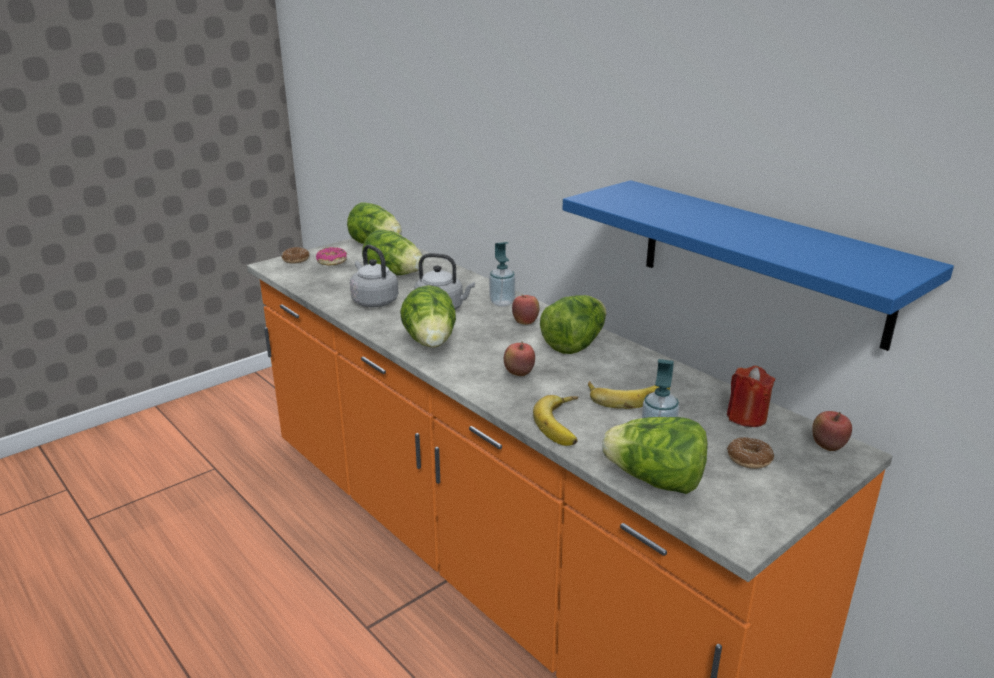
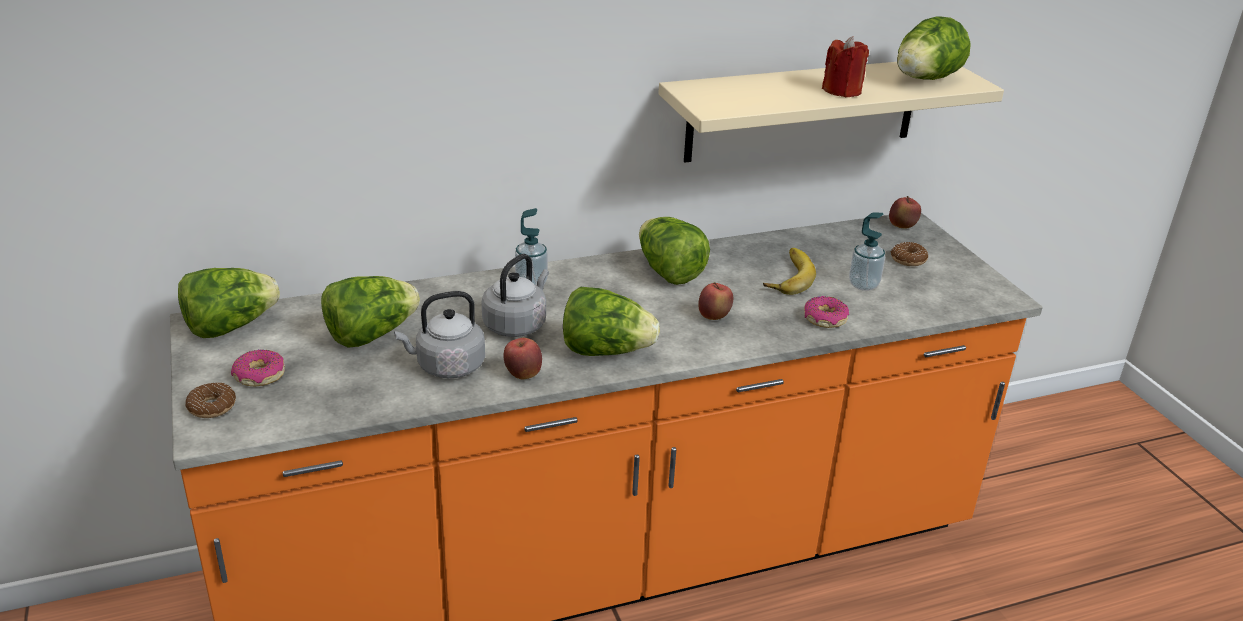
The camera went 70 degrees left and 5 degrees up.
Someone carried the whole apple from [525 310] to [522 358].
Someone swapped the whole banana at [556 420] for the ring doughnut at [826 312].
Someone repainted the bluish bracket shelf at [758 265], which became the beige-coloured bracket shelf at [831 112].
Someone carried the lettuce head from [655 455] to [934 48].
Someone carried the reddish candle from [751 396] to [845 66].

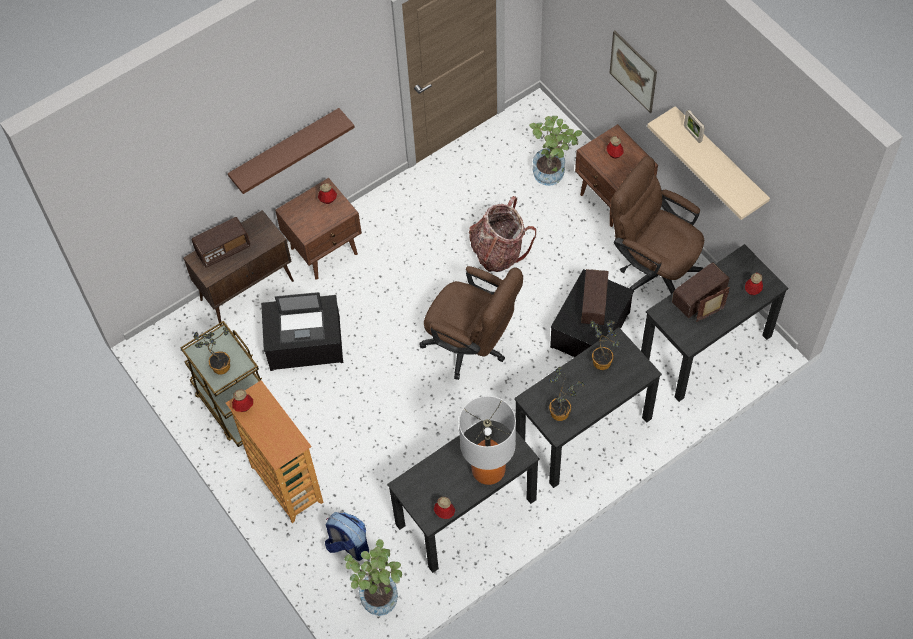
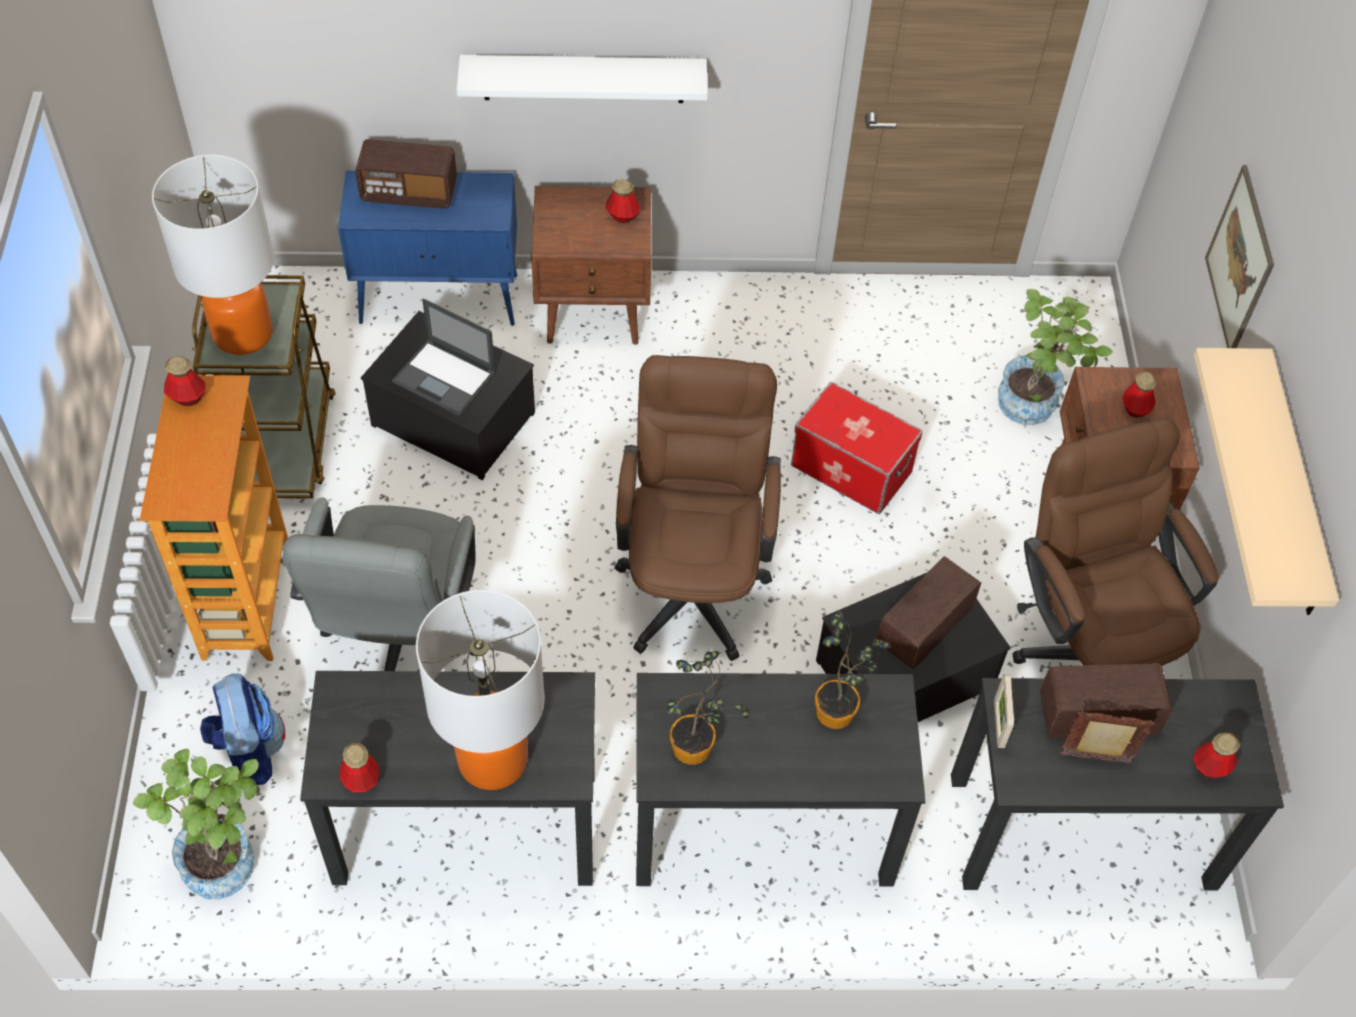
The camera went 30 degrees right and 5 degrees down.
Someone repainted the brown cabinet at [238 268], which became the bluish cabinet at [427 248].
Someone swapped the plant in a pot at [211 351] for the lamp for a table at [213 255].
Someone repainted the brown bracket shelf at [291 151], which became the whitish bracket shelf at [582 79].
Someone rotated the brown computer chair at [471 323] by 150 degrees counterclockwise.
Someone swapped the knapsack at [502 234] for the storage container at [857 448].
Someone carried the photo frame from [694 126] to [1004 711].
Someone put down the gray computer chair at [379 584].

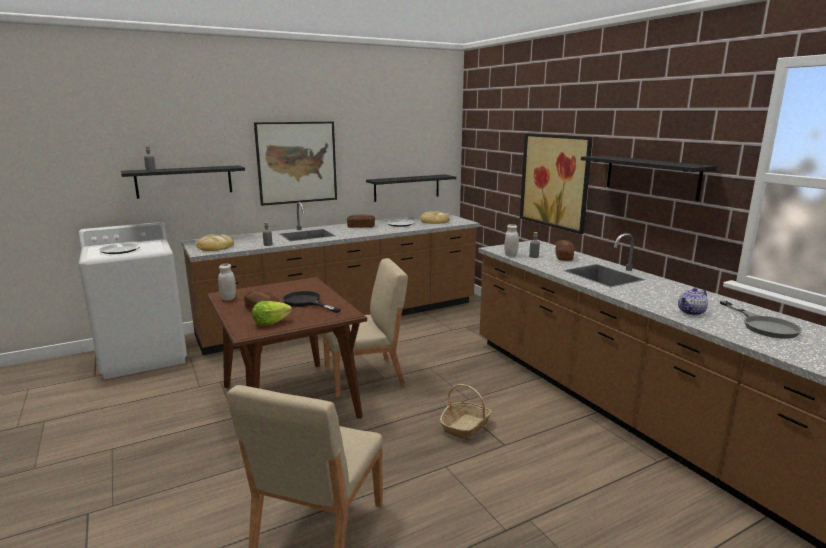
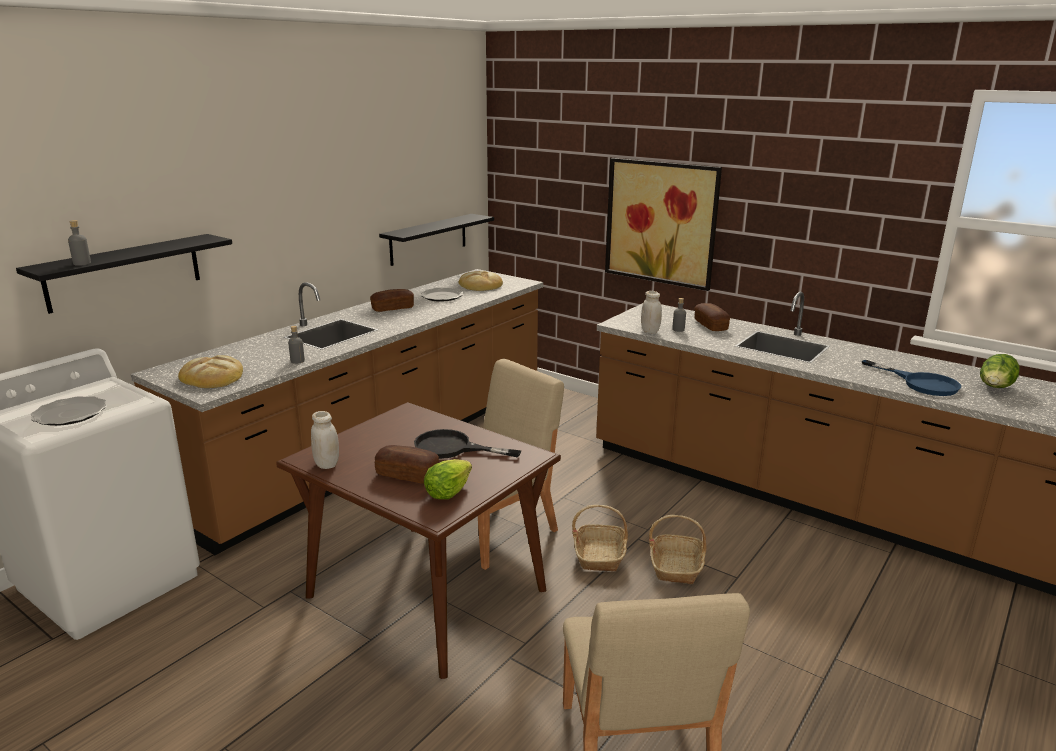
The camera went 25 degrees left and 5 degrees up.
Someone took away the wall art at [295 164].
Someone took away the black bracket shelf at [649 178].
Someone swapped the pot for tea at [693 302] for the bluish pan at [911 378].
Someone swapped the gray pan at [761 320] for the lettuce head at [999 371].
Someone put down the storage basket at [600 538].

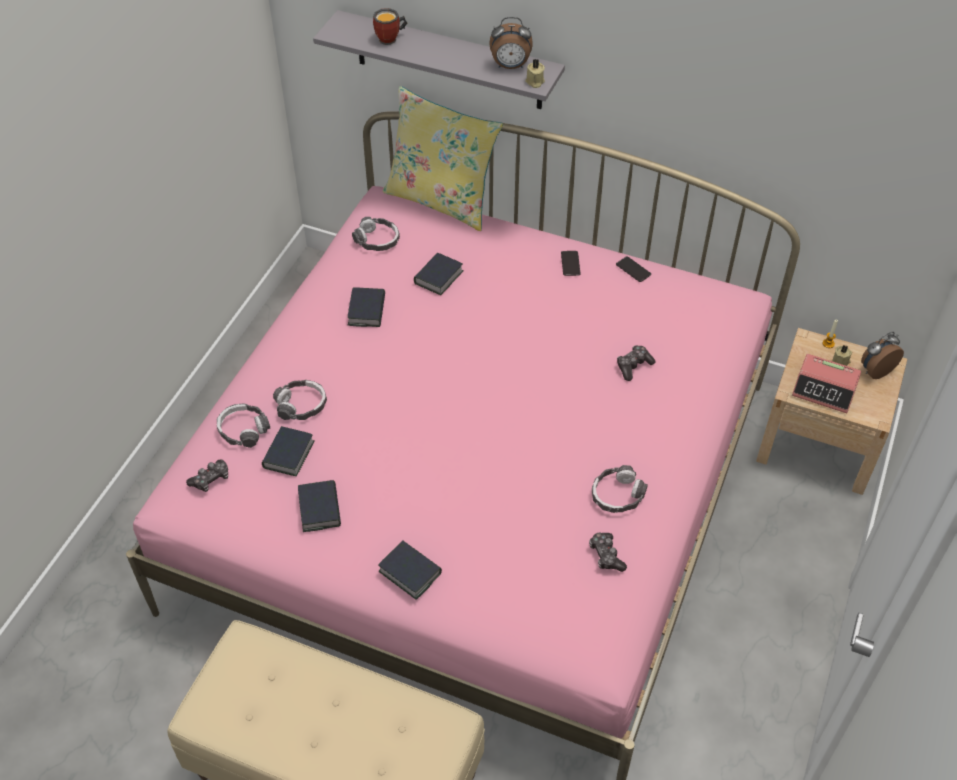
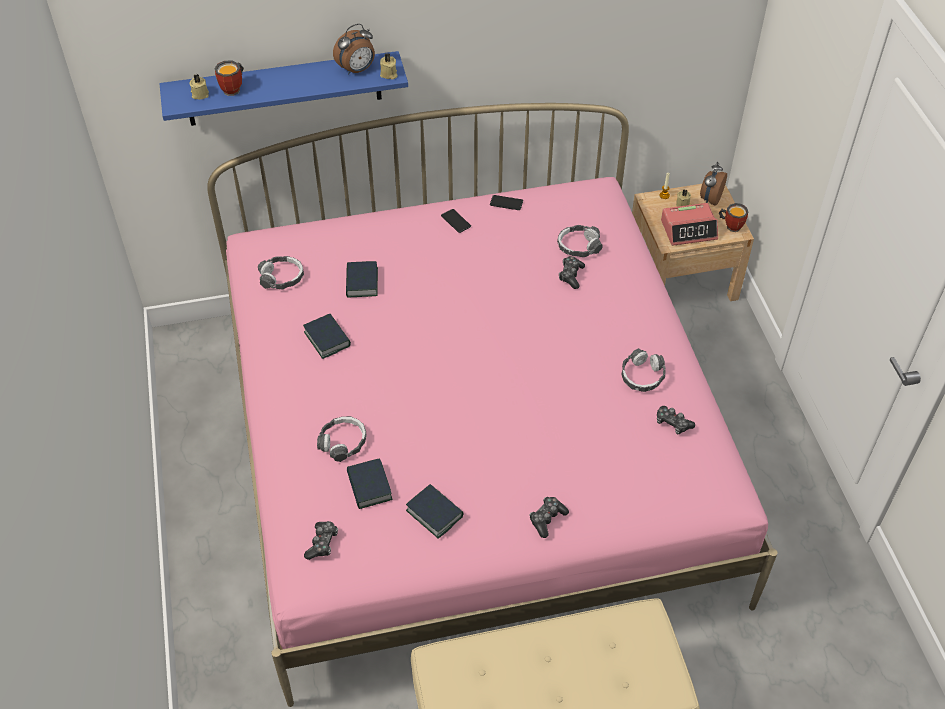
The camera went 35 degrees left and 0 degrees up.
Someone carried the headphones from [244 425] to [579 241].
Someone repainted the gray bracket shelf at [439 59], which became the bluish bracket shelf at [284 88].
Someone swapped the book at [410 570] for the joypad at [549 517].
Someone took away the yellow-coloured pillow at [443 158].
Someone put down the beige-coloured candle at [199 87].
Someone put down the coffee mug at [733 217].

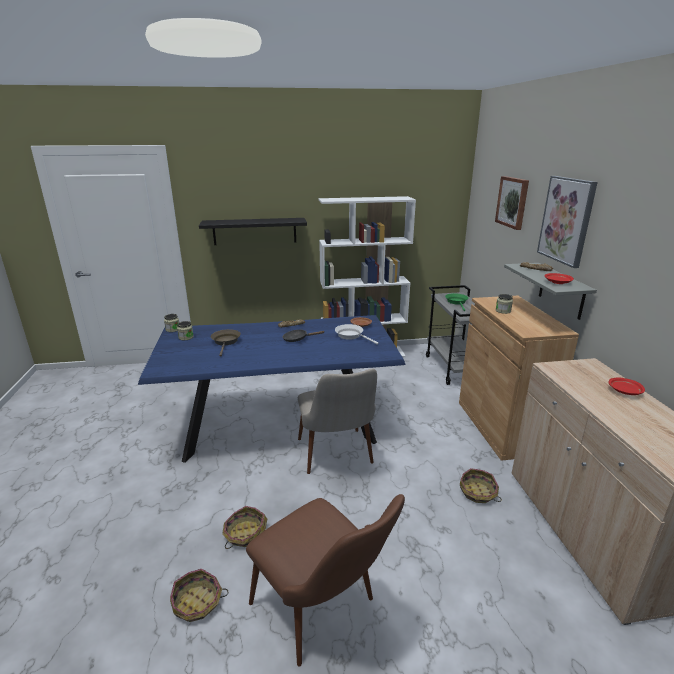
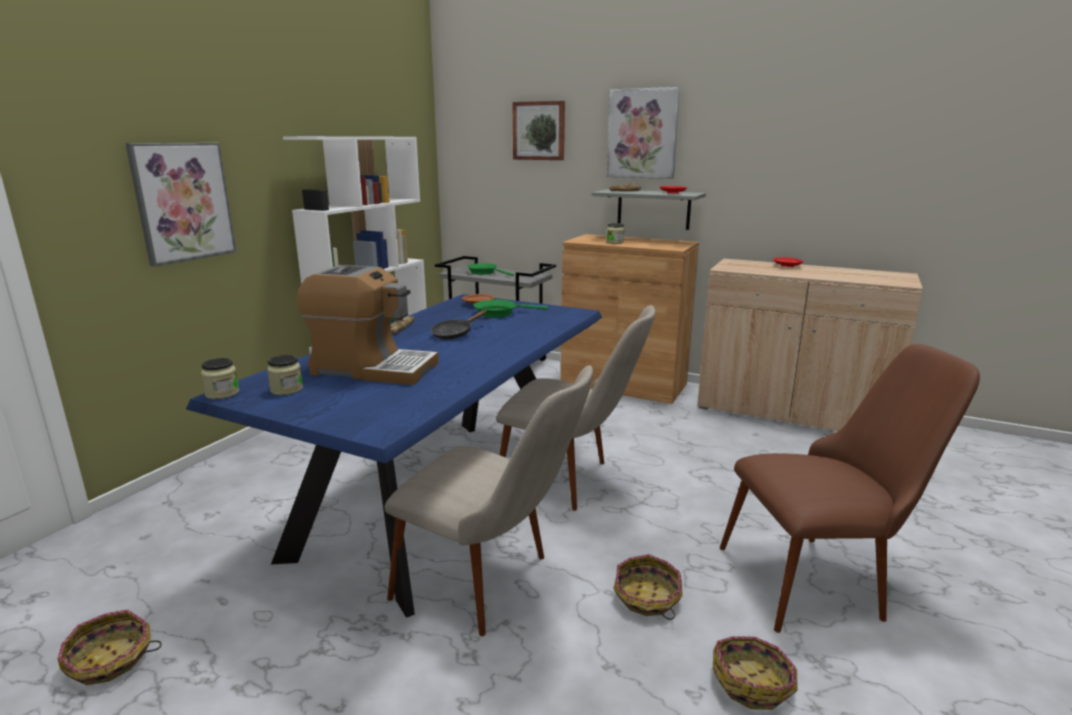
The camera went 55 degrees left and 5 degrees down.
Someone swapped the black bracket shelf at [253 231] for the wall art at [180 205].
Someone swapped the brown pan at [226 343] for the coffee maker at [368 325].
Someone repainted the whitish pan at [357 334], which became the green-coloured pan at [511 309].
Someone carried the storage basket from [481 485] to [110 647].
Someone put down the beige-coloured chair at [489 500].

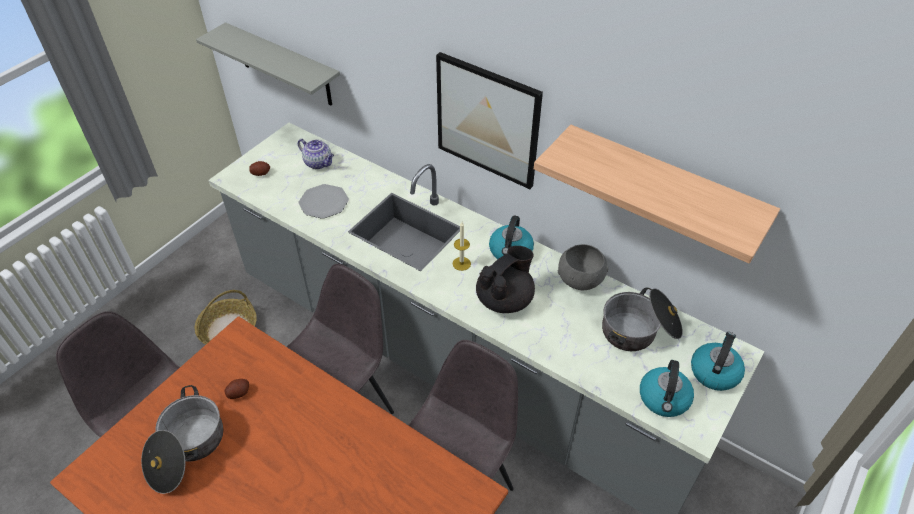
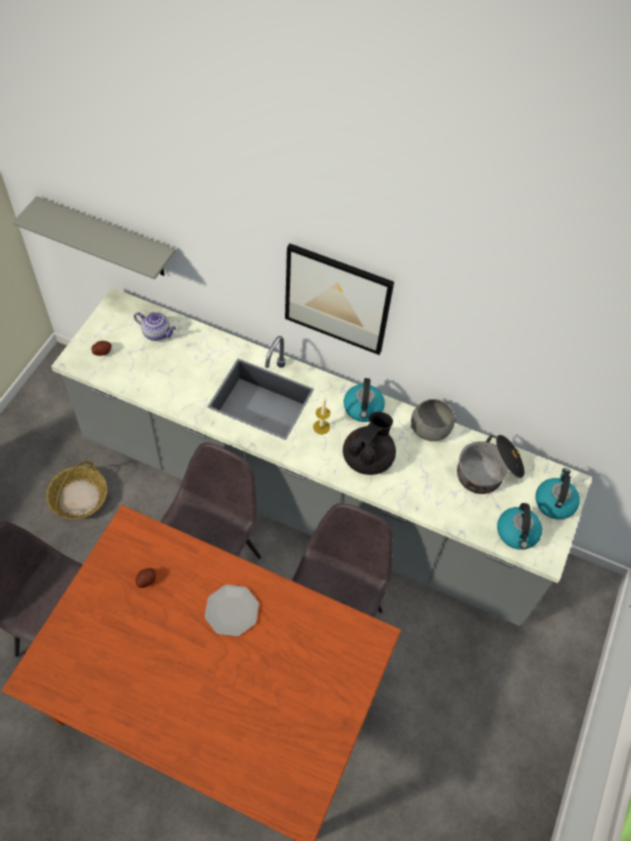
The camera went 15 degrees left and 10 degrees up.
Someone took away the stockpot at [182 439].
Someone carried the flat dish from [323 201] to [232 610].
Someone took away the bracket shelf at [657 194].

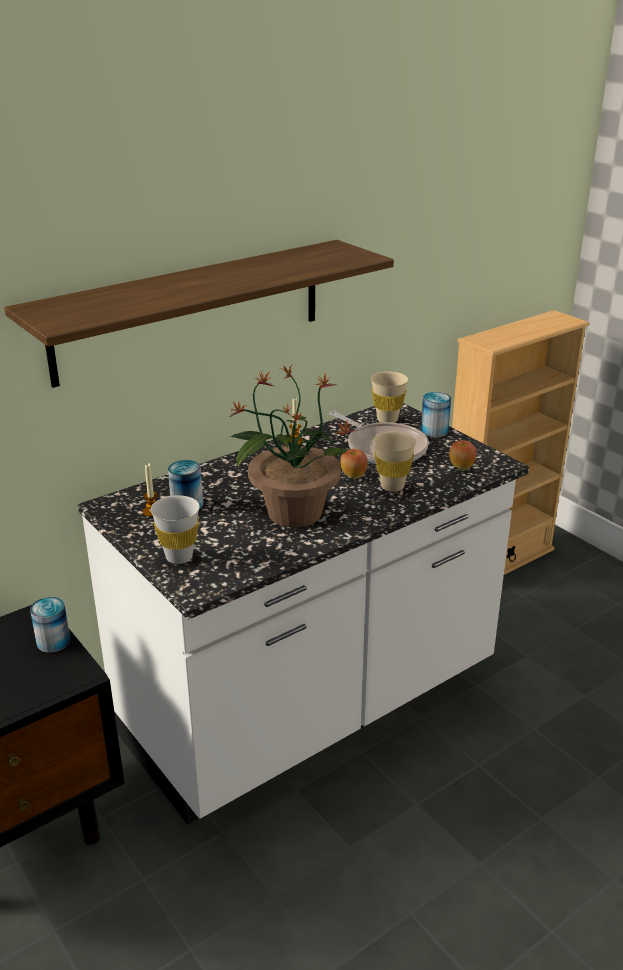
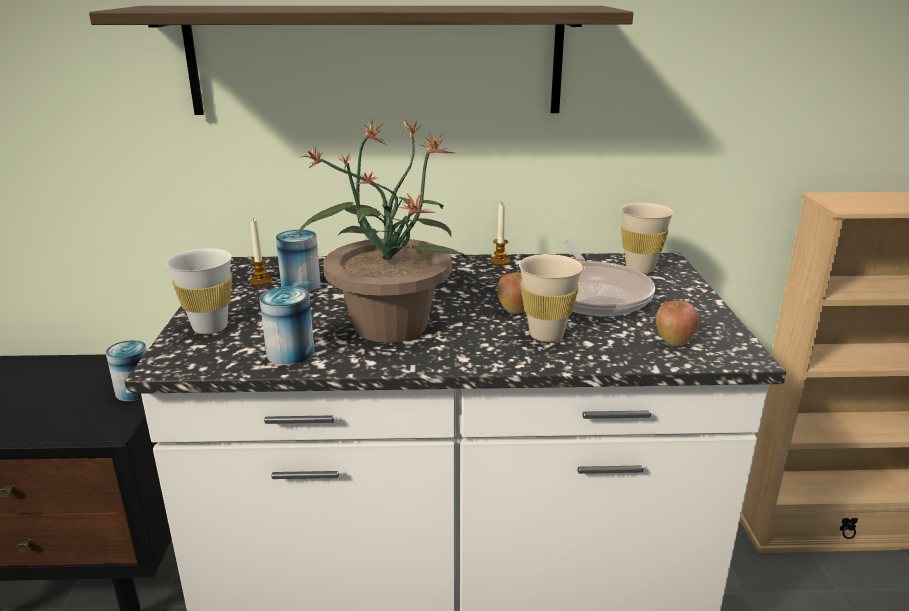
The camera went 35 degrees right and 5 degrees down.
Someone carried the can from [436 414] to [287 325].

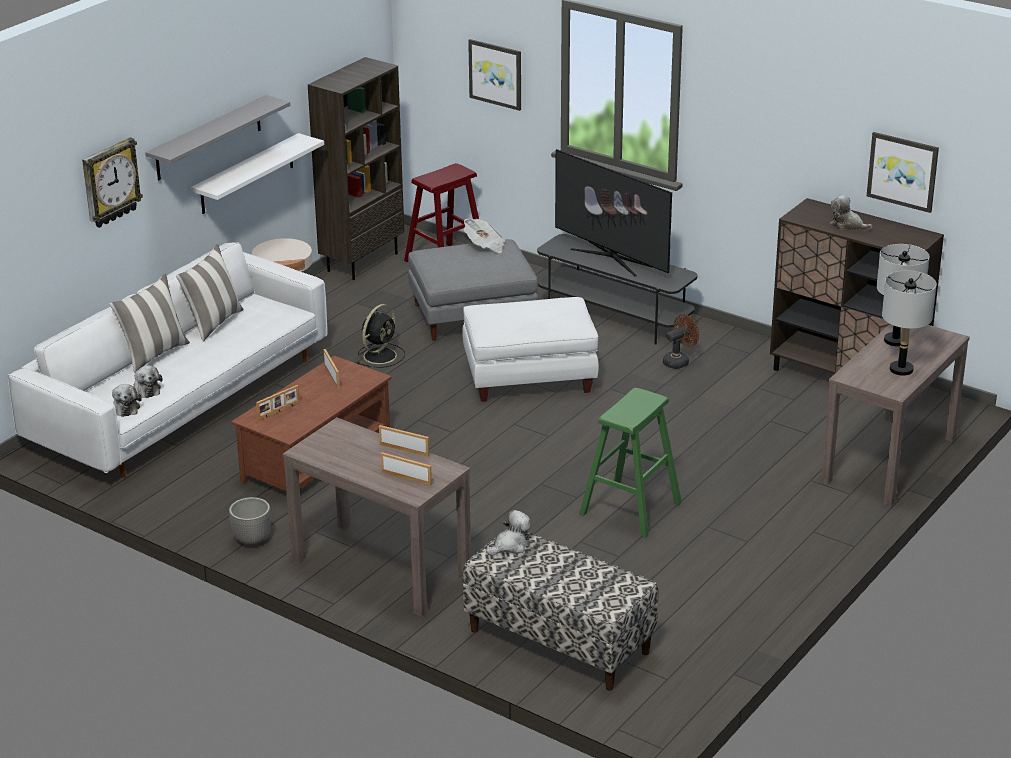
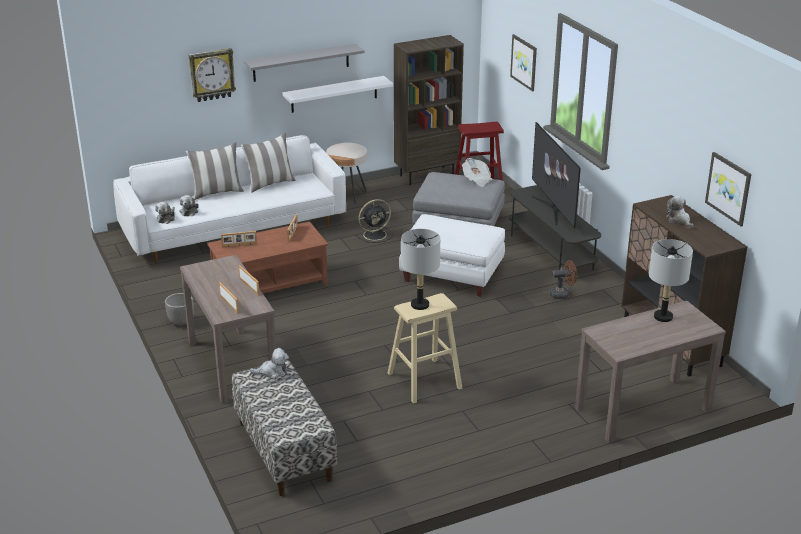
The camera went 30 degrees right and 0 degrees up.
Someone repainted the green-coloured stool seat at [630 463], which became the beige-coloured stool seat at [425 348].
Someone carried the gray lamp for a table from [909 323] to [420 269].

